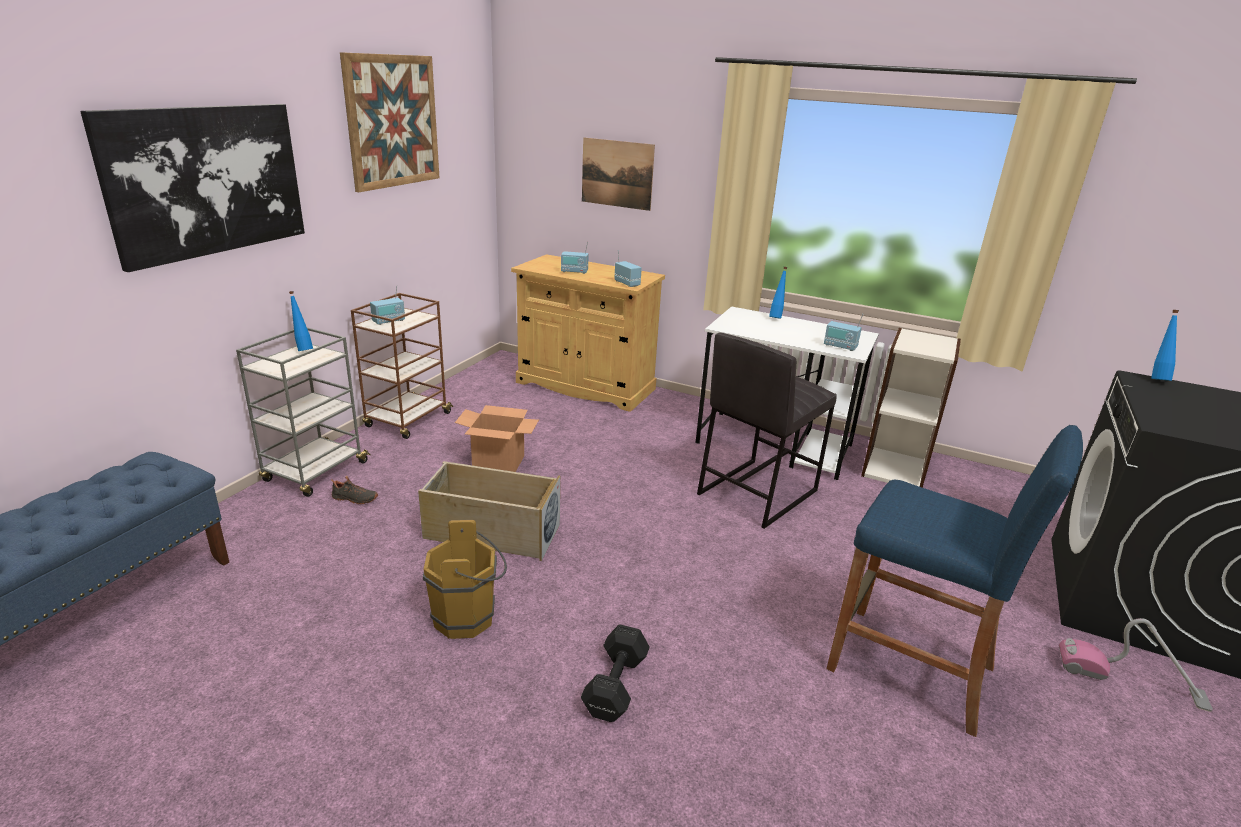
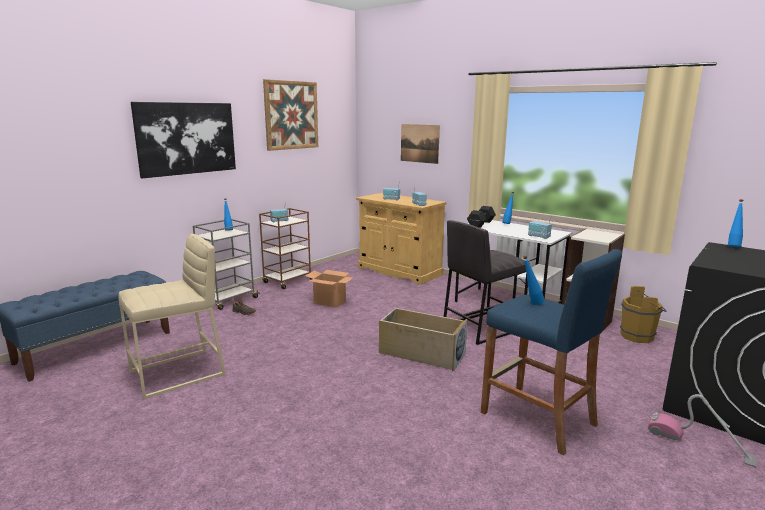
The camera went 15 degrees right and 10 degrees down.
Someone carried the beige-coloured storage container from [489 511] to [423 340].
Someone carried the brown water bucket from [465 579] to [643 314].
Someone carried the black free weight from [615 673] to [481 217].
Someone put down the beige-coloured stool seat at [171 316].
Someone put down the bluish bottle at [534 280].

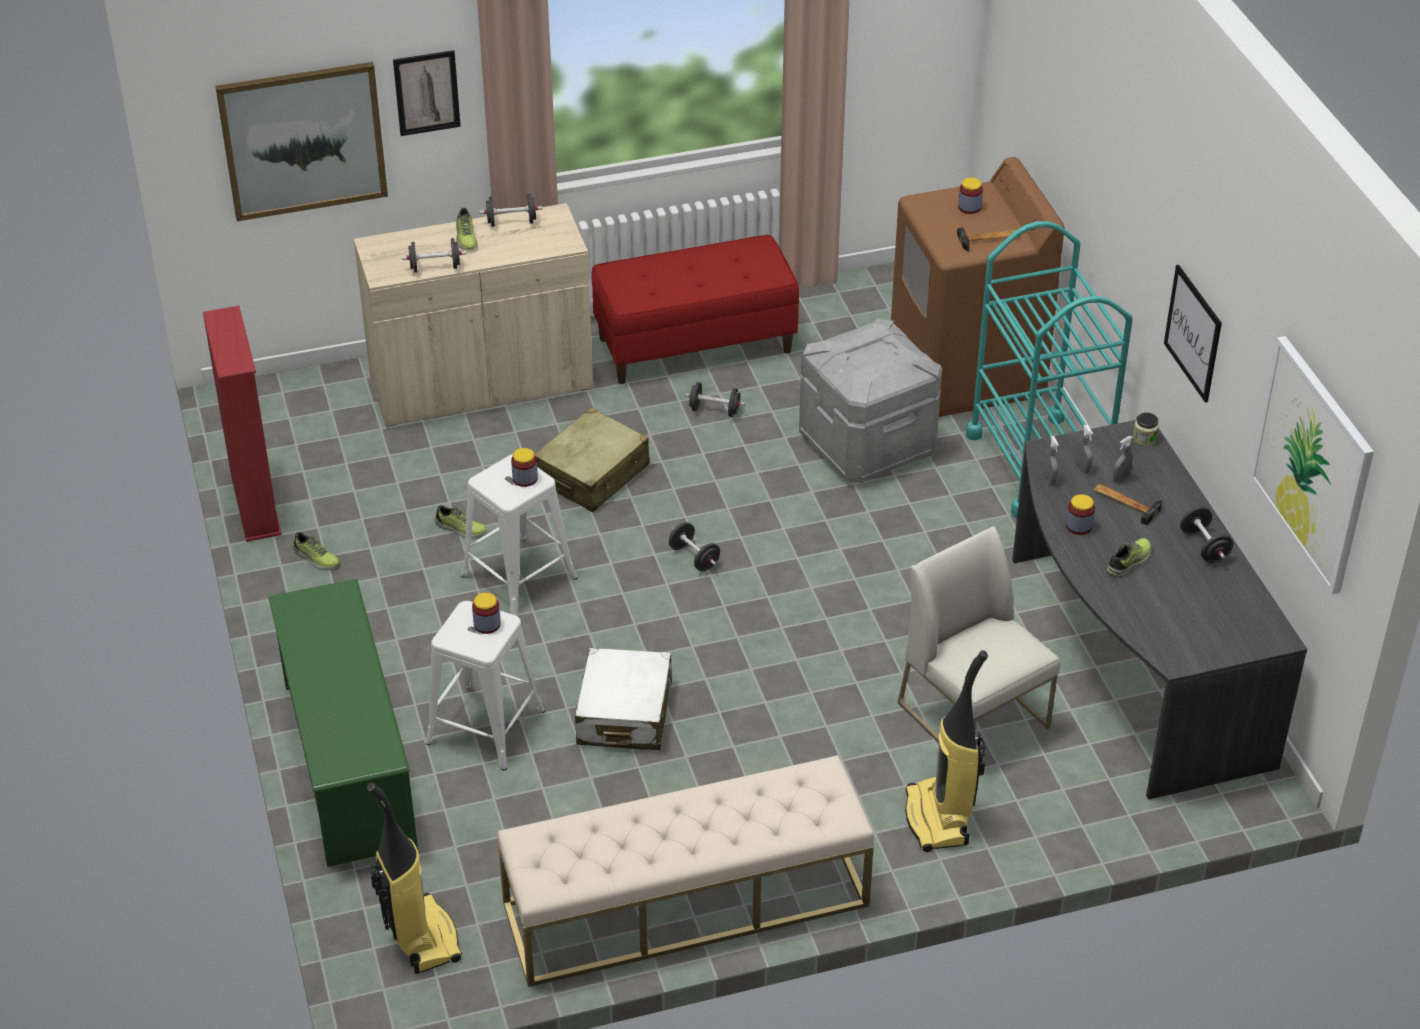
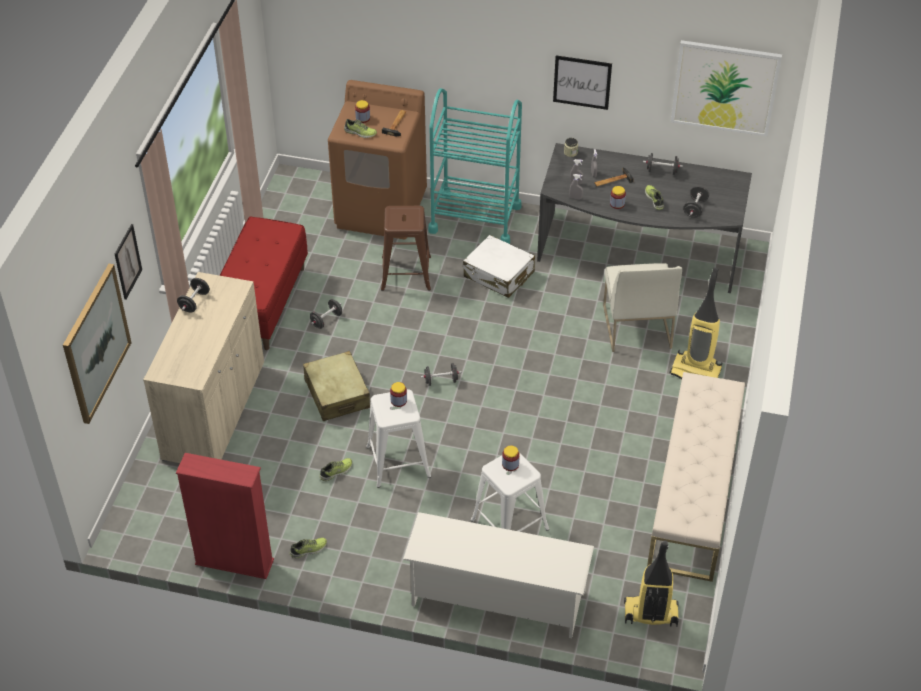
The camera went 60 degrees left and 5 degrees up.
Someone repainted the green-coloured shoe stand at [343 723], which became the whitish shoe stand at [498 575].
Someone carried the black free weight from [434 255] to [696 202].
Someone carried the item of footwear from [467 229] to [360 128].
Someone carried the whitish travel case from [623 699] to [499 266].
Someone swapped the gray storage container at [870 400] for the brown stool seat at [406 248].
Someone rotated the whitish chair at [979 634] by 90 degrees counterclockwise.

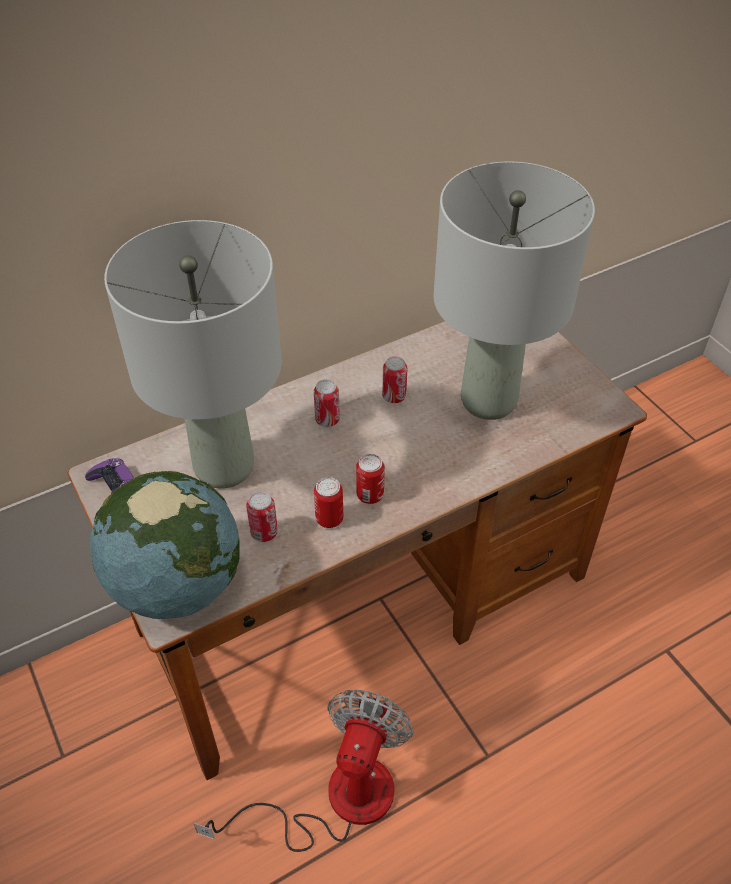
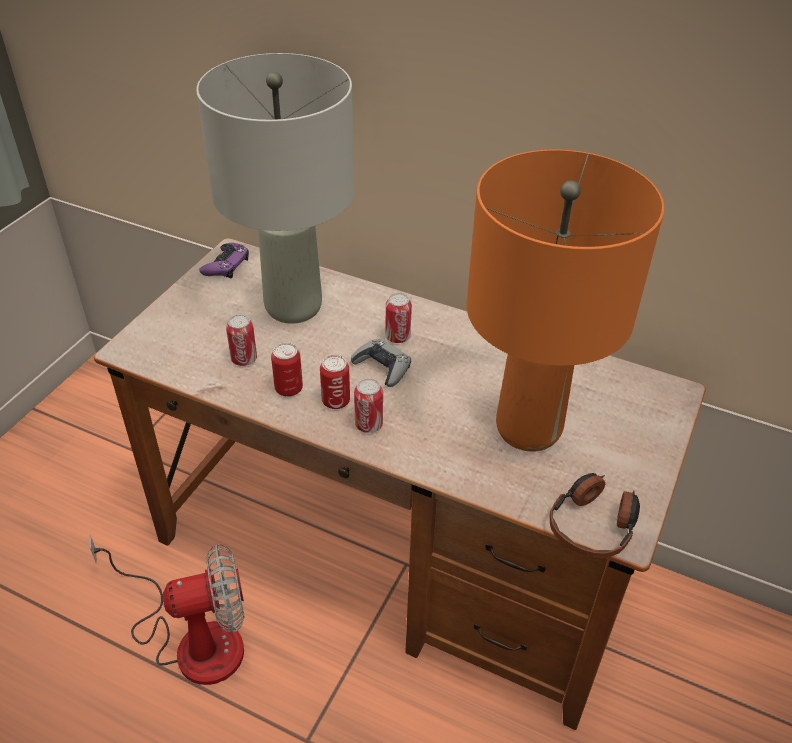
The camera went 55 degrees right and 5 degrees down.
Someone took away the world globe at [165 545].
Someone carried the can from [395 379] to [368 405].
Someone repainted the gray lamp for a table at [514 290], which became the orange-coloured lamp for a table at [566 300].
Someone put down the gray joypad at [381 363].
Someone put down the headphones at [595 515].

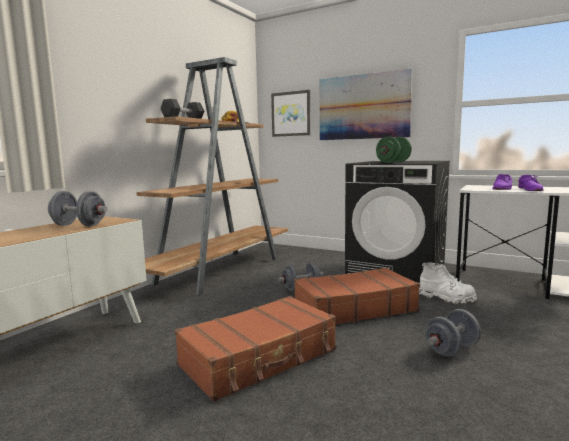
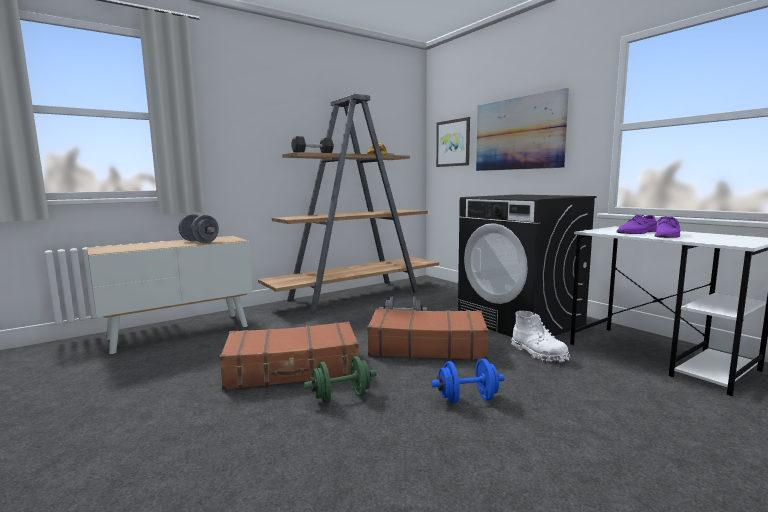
The camera went 25 degrees right and 0 degrees up.
Someone carried the green-coloured free weight from [394 150] to [340 379].
Someone repainted the gray free weight at [453 332], which became the bluish free weight at [467 381].

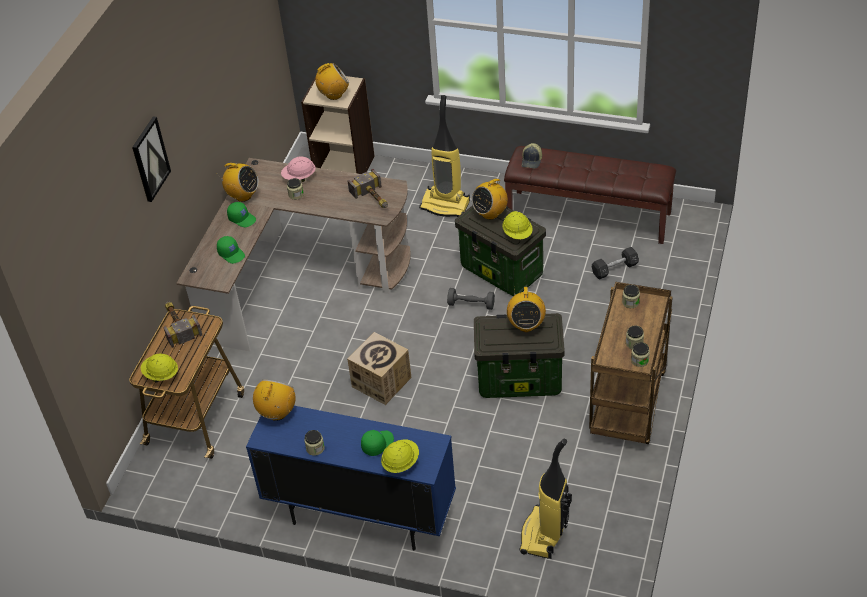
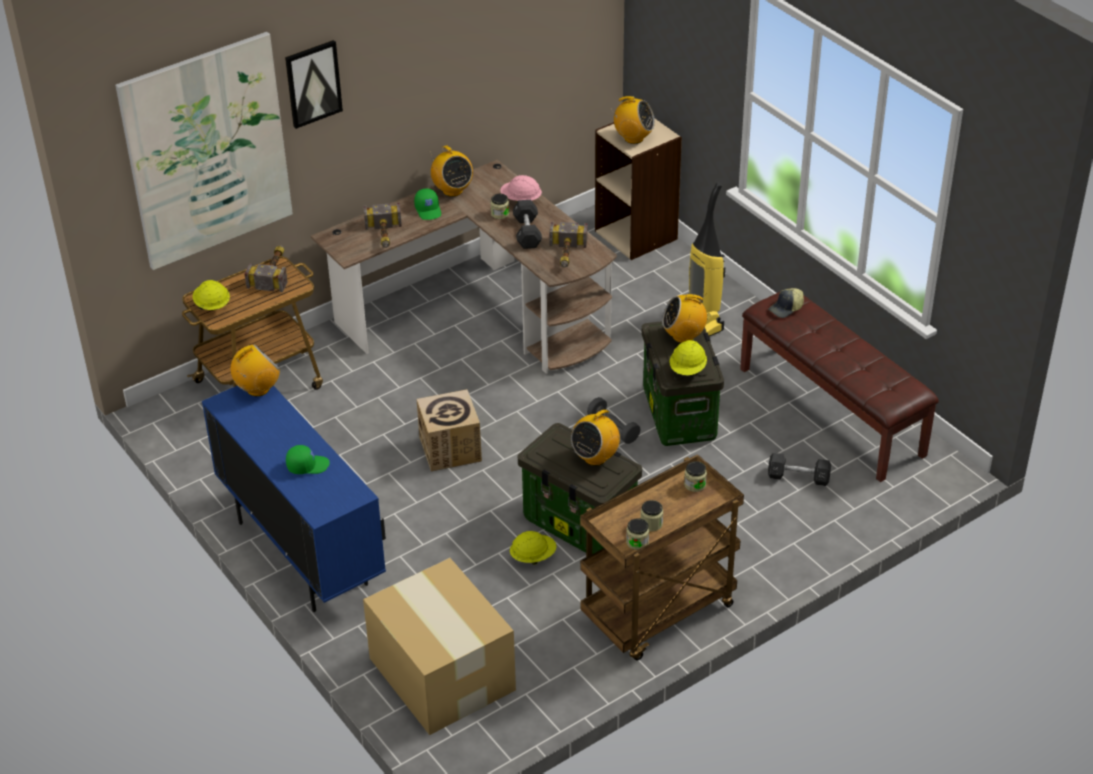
The camera went 35 degrees right and 5 degrees down.
Someone swapped the green-coloured peaked cap at [231 250] for the tool hammer at [382 225].
Someone took away the storage jar at [314 443].
Someone carried the yellow-coloured safety helmet from [400 456] to [533 548].
Someone swapped the vacuum at [546 499] for the cardboard box at [439 646].
Someone put up the wall art at [204 151].
Someone put down the black free weight at [527 224].

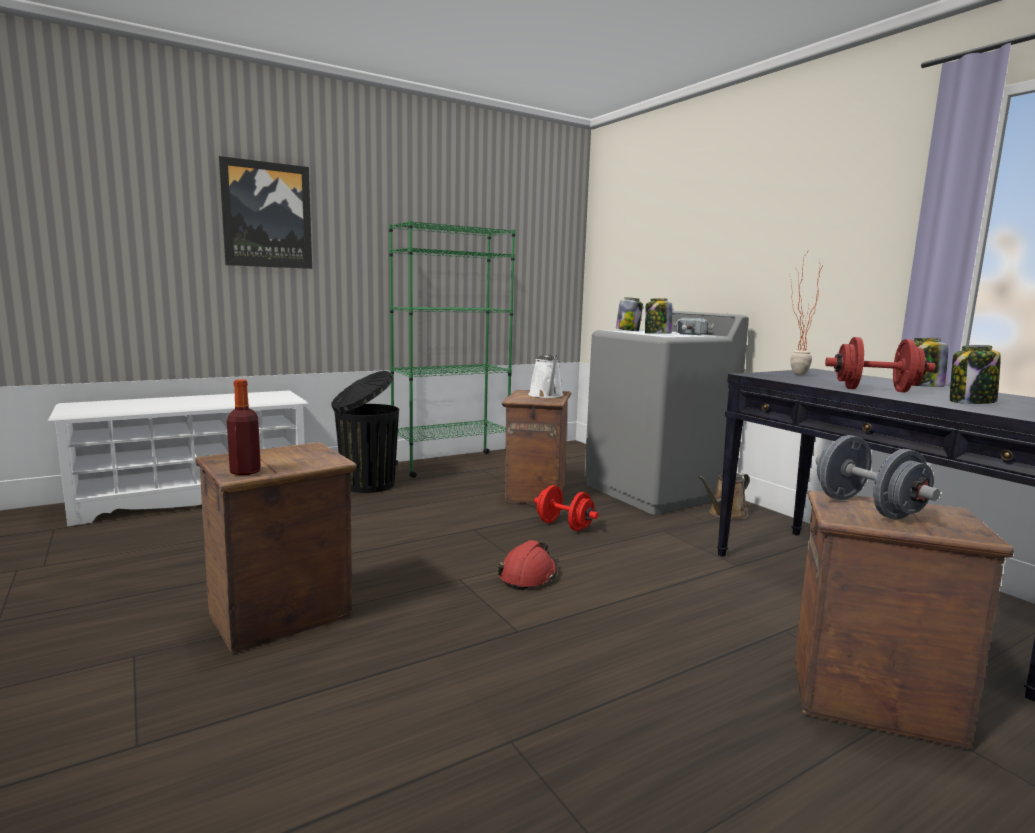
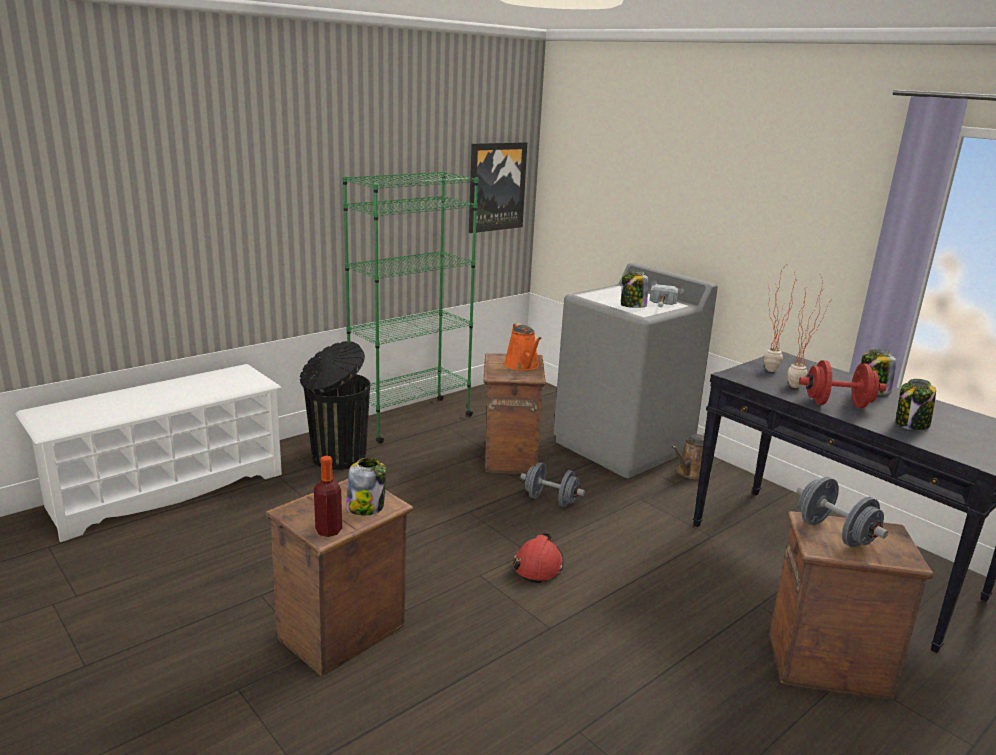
The camera went 10 degrees left and 10 degrees up.
Someone carried the wall art from [265 212] to [498 187].
Someone repainted the whitish watering pot at [546 376], which became the orange-coloured watering pot at [523 347].
Someone repainted the reddish free weight at [566 508], which became the gray free weight at [552 484].
Someone carried the storage jar from [629 314] to [366 486].
Someone put down the plant in a pot at [808 330].

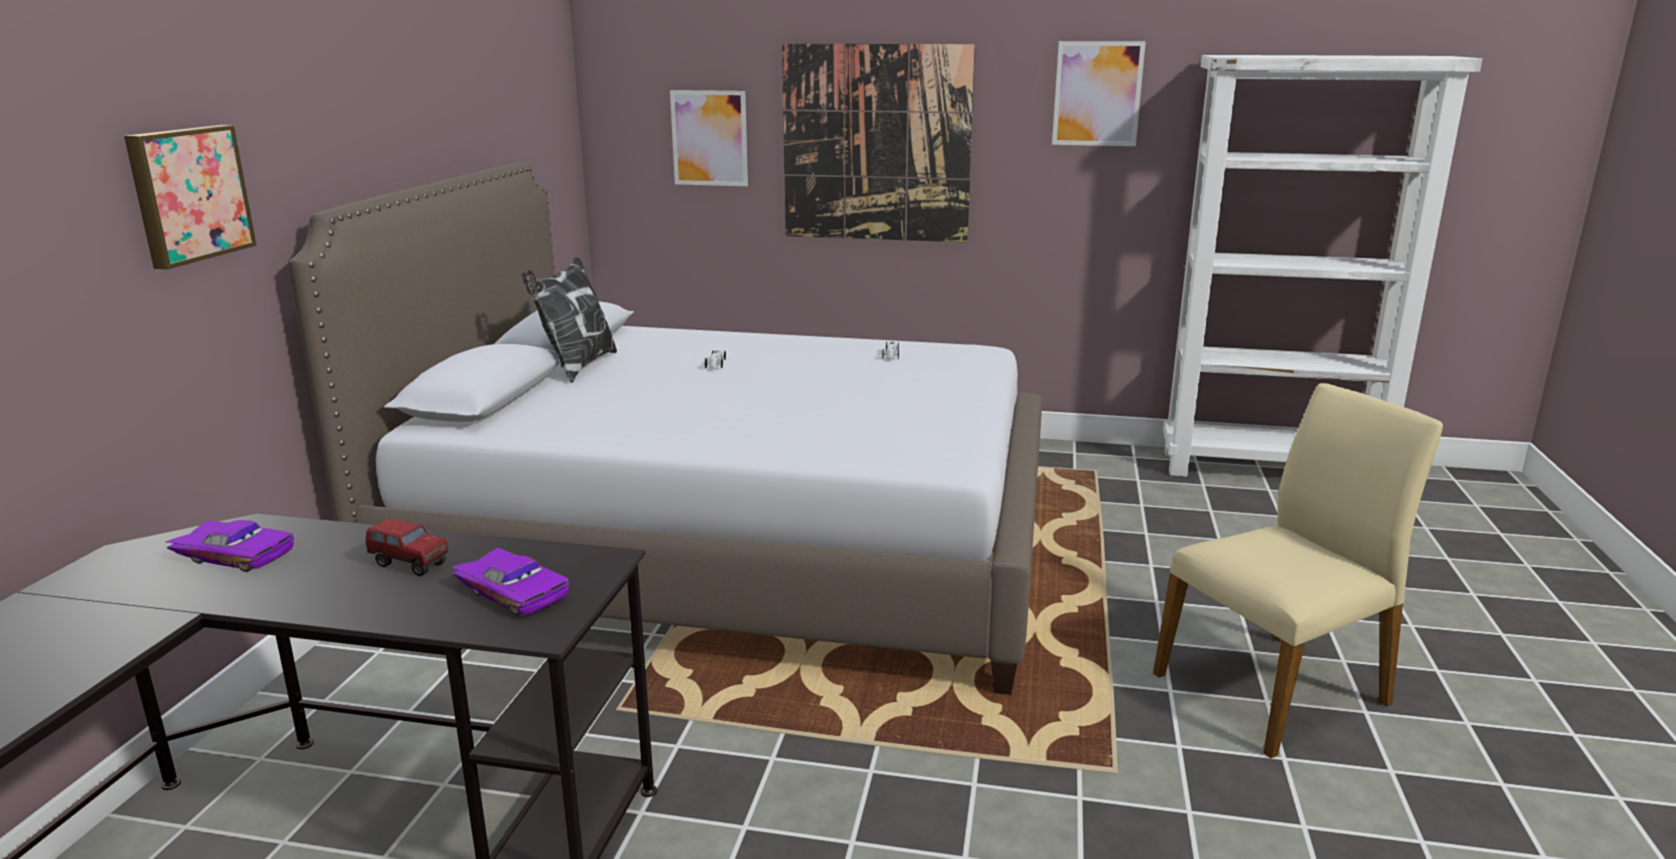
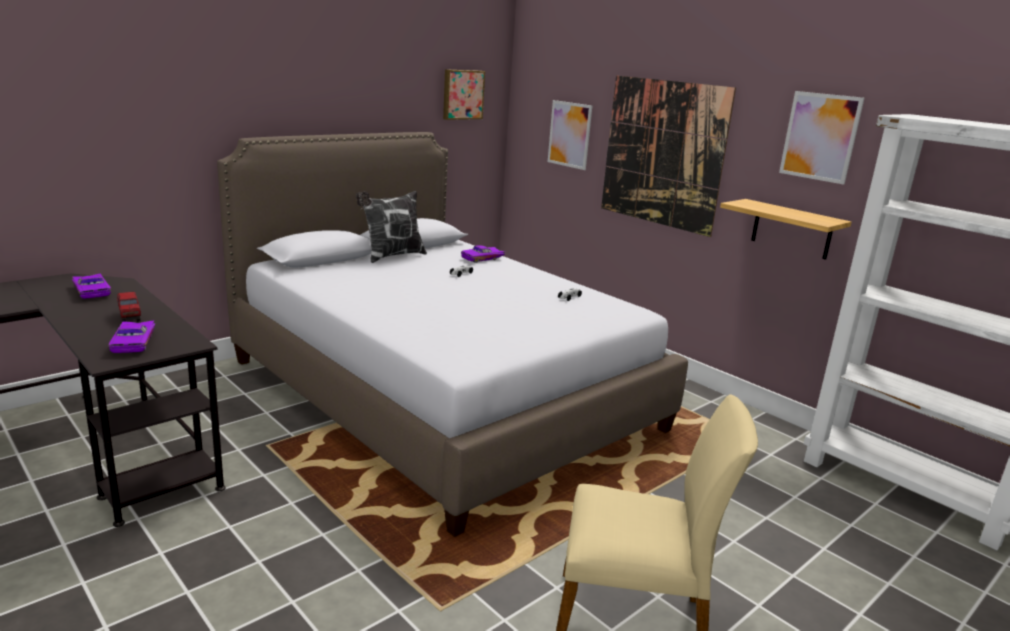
The camera went 35 degrees right and 0 degrees up.
Someone carried the wall art from [190 197] to [464 94].
Someone put down the purple miniature car at [483 254].
Someone put up the bracket shelf at [786 229].

